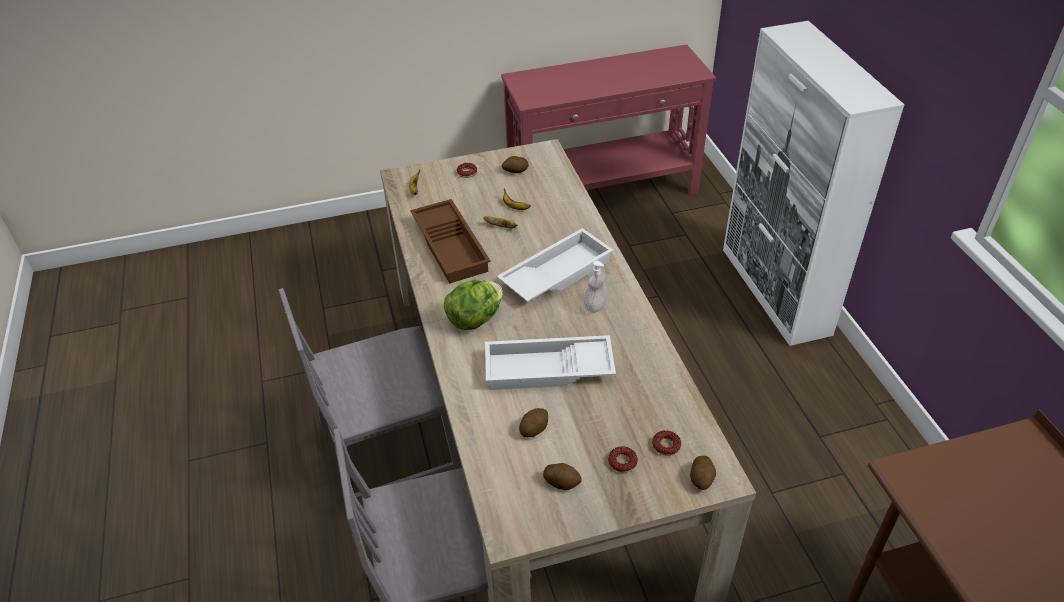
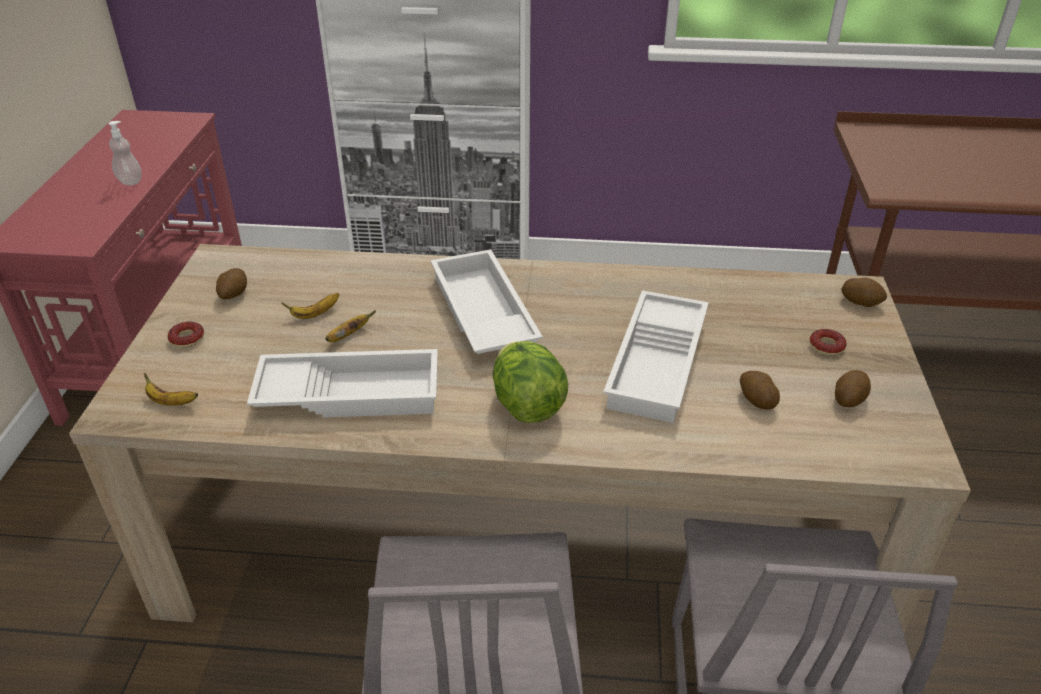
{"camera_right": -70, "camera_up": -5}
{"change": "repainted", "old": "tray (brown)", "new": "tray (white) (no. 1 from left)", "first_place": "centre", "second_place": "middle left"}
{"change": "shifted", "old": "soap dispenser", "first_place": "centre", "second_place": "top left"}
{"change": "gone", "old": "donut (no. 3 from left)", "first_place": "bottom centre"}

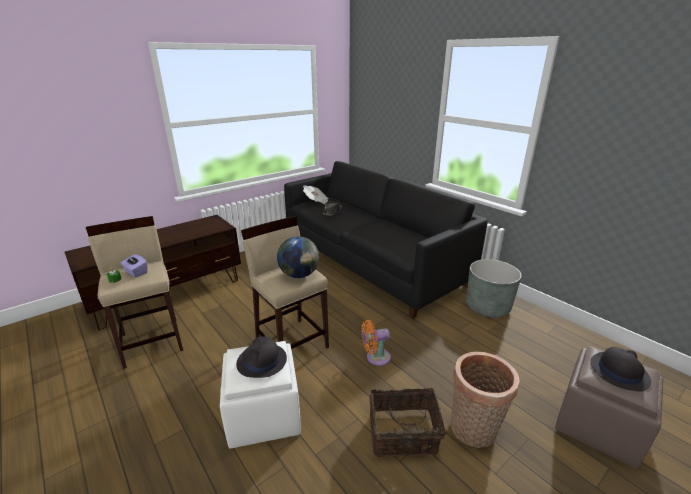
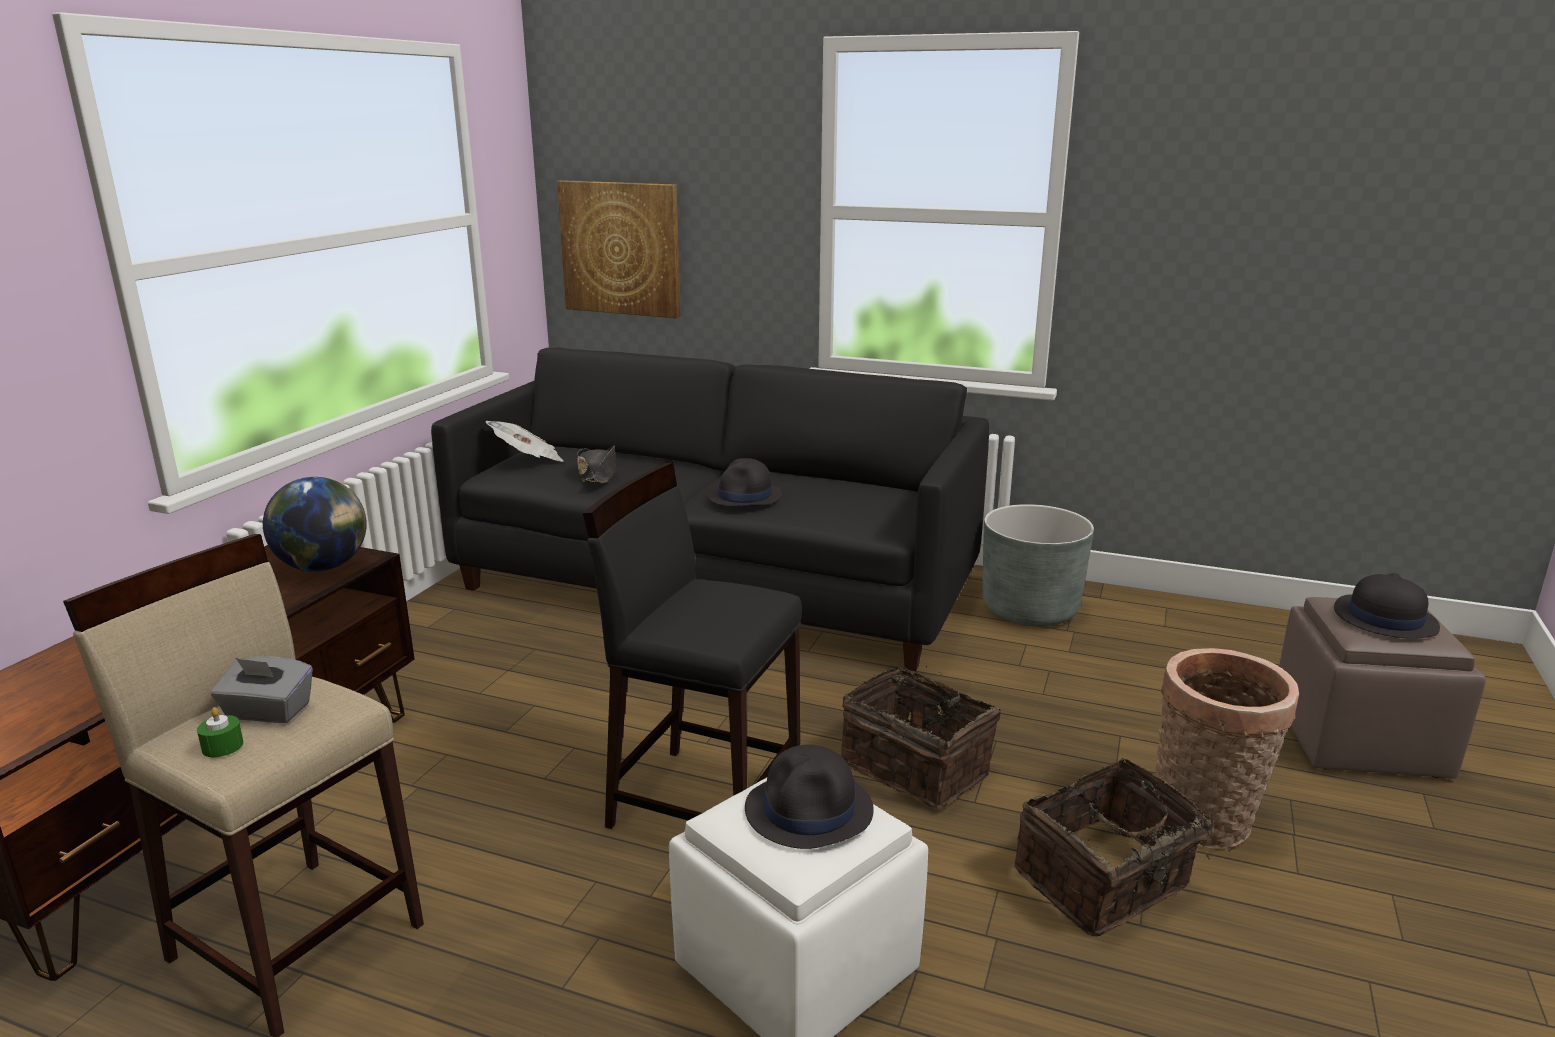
{"camera_right": -30, "camera_up": -5}
{"change": "repainted", "old": "tissue box (purple)", "new": "tissue box (grey)", "first_place": "middle left", "second_place": "middle left"}
{"change": "repainted", "old": "stool (beige) (no. 2 from left)", "new": "stool (black)", "first_place": "centre", "second_place": "centre"}
{"change": "shifted", "old": "globe", "first_place": "centre", "second_place": "middle left"}
{"change": "swapped", "old": "fan (orange)", "new": "basket (no. 1 from left)", "first_place": "bottom centre", "second_place": "bottom centre"}
{"change": "new", "new": "picture", "second_place": "top centre"}
{"change": "new", "new": "hat (black) (no. 2 from left)", "second_place": "centre"}

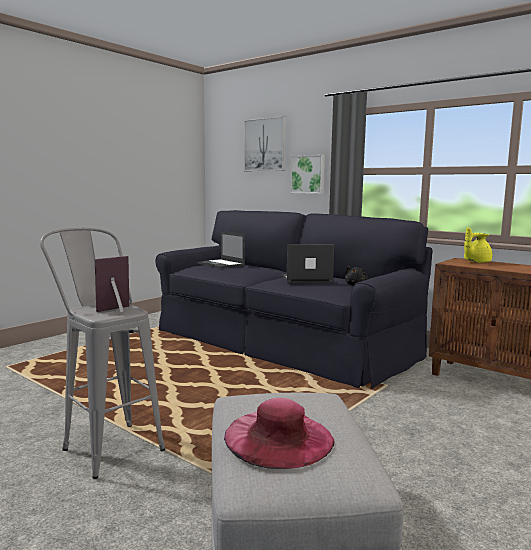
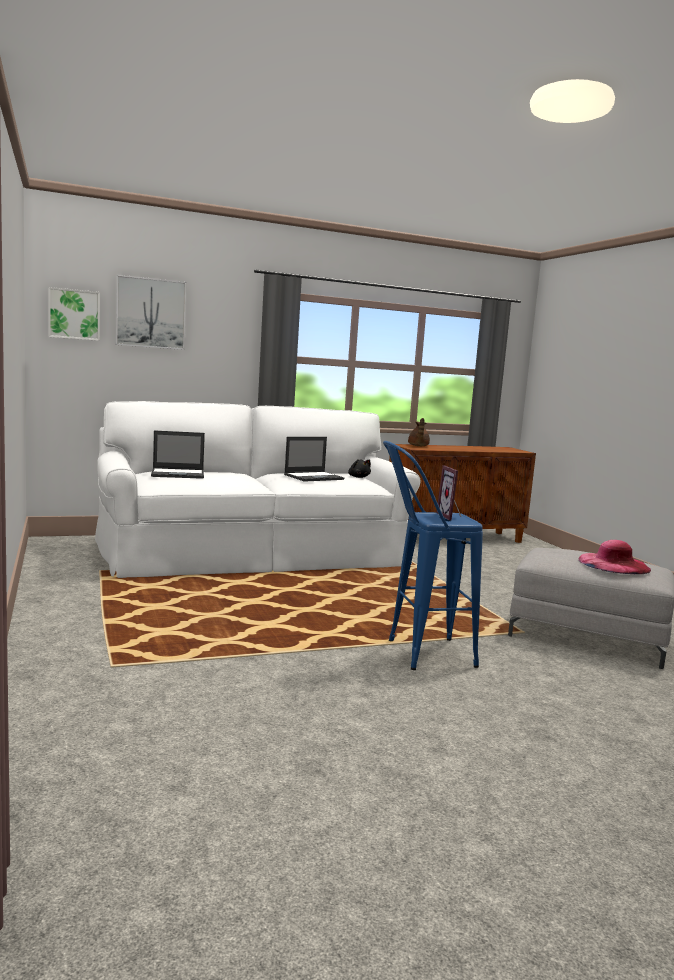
{"camera_right": -60, "camera_up": 0}
{"change": "repainted", "old": "stool (grey)", "new": "stool (blue)", "first_place": "middle left", "second_place": "centre"}
{"change": "repainted", "old": "sofa (black)", "new": "sofa (white)", "first_place": "centre", "second_place": "centre"}
{"change": "rotated", "old": "laptop (no. 2 from left)", "first_place": "centre", "second_place": "centre", "degrees": -150}
{"change": "shifted", "old": "picture (no. 2 from left in the first image)", "new": "picture (no. 1 from left)", "first_place": "top centre", "second_place": "top left"}
{"change": "repainted", "old": "teapot (yellow)", "new": "teapot (brown)", "first_place": "middle right", "second_place": "centre"}

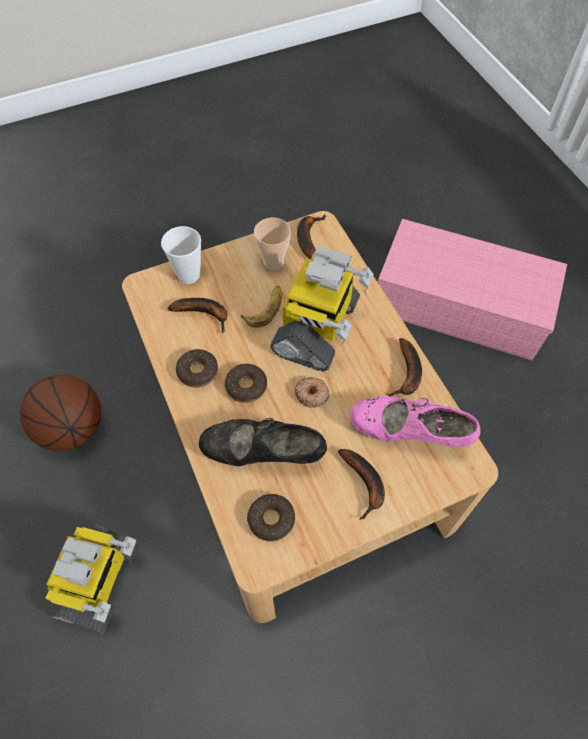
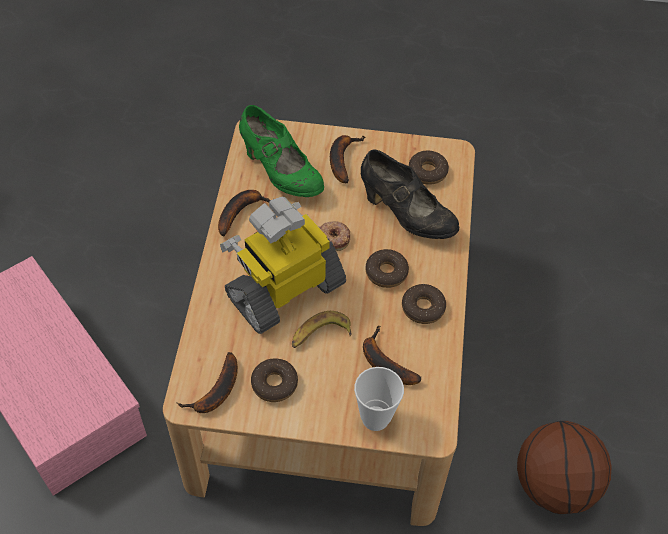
{"camera_right": -150, "camera_up": -5}
{"change": "gone", "old": "toy robot (no. 1 from left)", "first_place": "bottom left"}
{"change": "swapped", "old": "cup (no. 2 from left)", "new": "donut (no. 1 from left)", "first_place": "top centre", "second_place": "bottom centre"}
{"change": "repainted", "old": "shoe (pink)", "new": "shoe (green)", "first_place": "middle right", "second_place": "top centre"}

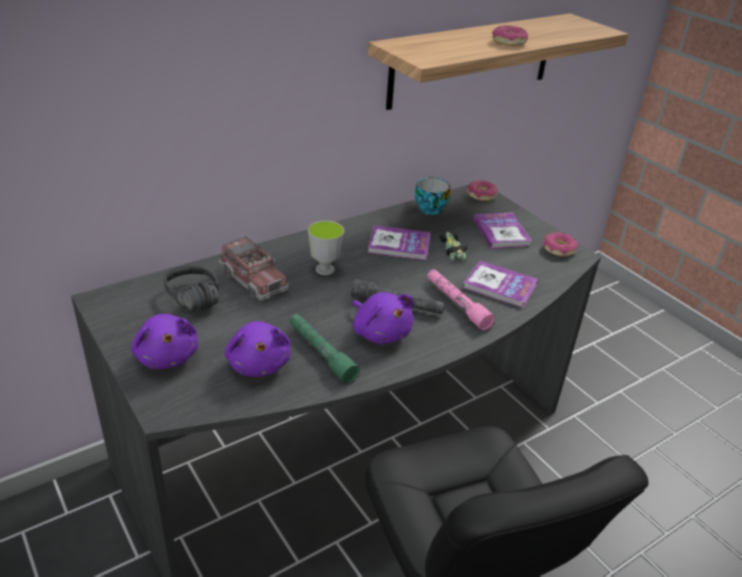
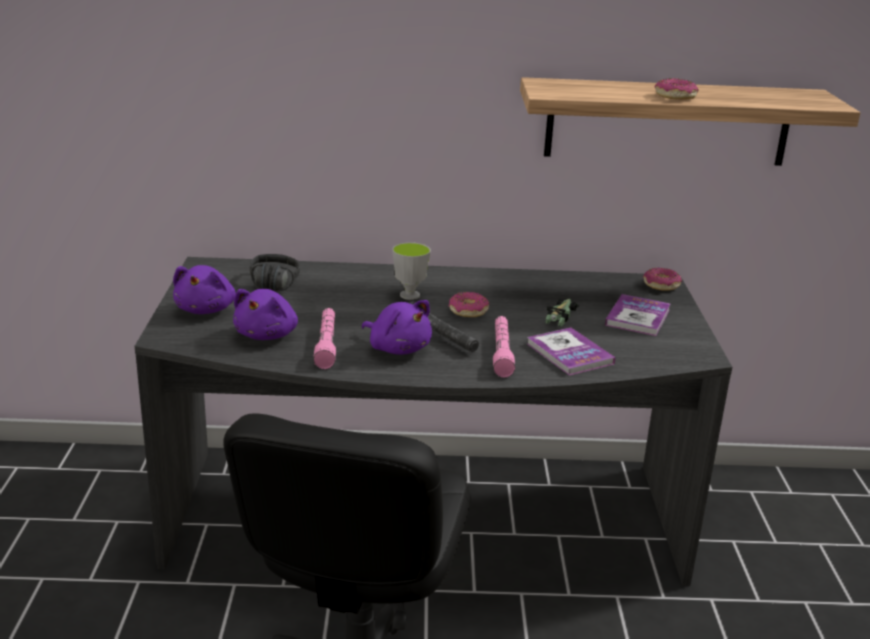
{"camera_right": 35, "camera_up": -10}
{"change": "gone", "old": "toy truck", "first_place": "centre"}
{"change": "repainted", "old": "flashlight (green)", "new": "flashlight (pink) (no. 1 from left)", "first_place": "centre", "second_place": "centre"}
{"change": "rotated", "old": "plush toy (purple) (no. 3 from left)", "first_place": "centre", "second_place": "centre", "degrees": -45}
{"change": "gone", "old": "book (no. 1 from left)", "first_place": "centre"}
{"change": "gone", "old": "cup (no. 2 from left)", "first_place": "centre"}
{"change": "shifted", "old": "donut (no. 3 from left in the first image)", "new": "donut (no. 1 from left)", "first_place": "middle right", "second_place": "centre"}

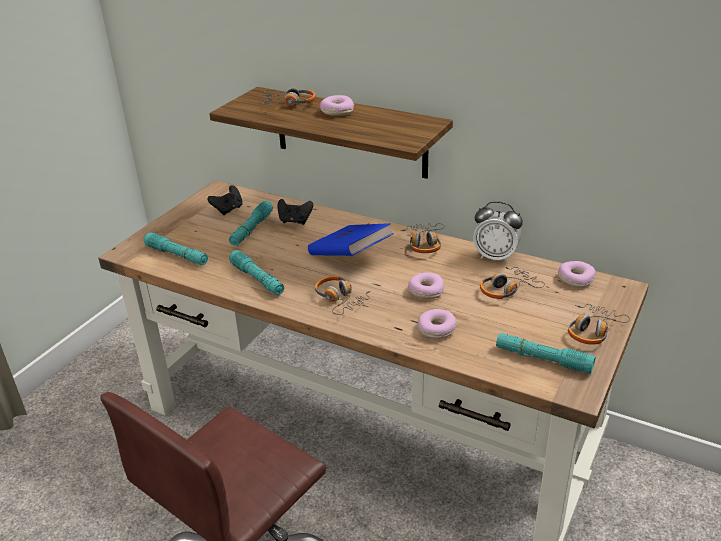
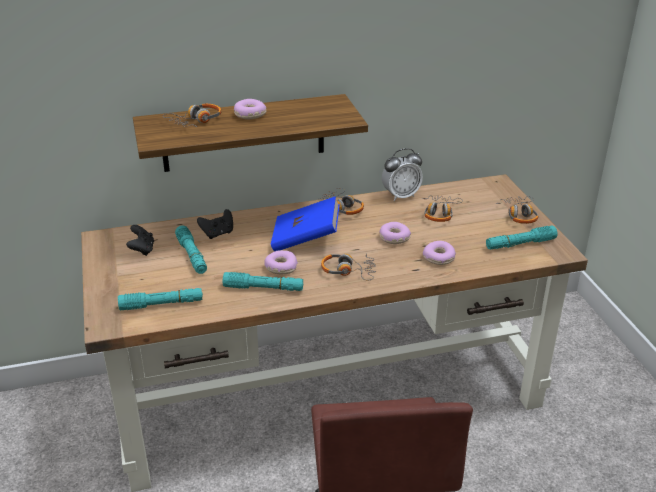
{"camera_right": -45, "camera_up": 0}
{"change": "shifted", "old": "donut (no. 4 from left in the first image)", "new": "donut (no. 2 from left)", "first_place": "middle right", "second_place": "centre"}

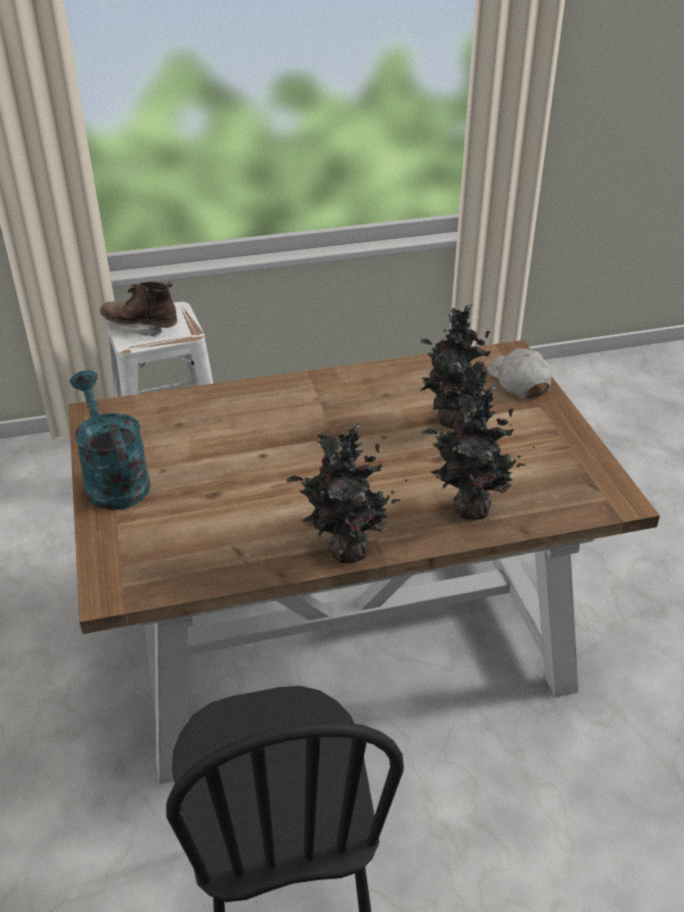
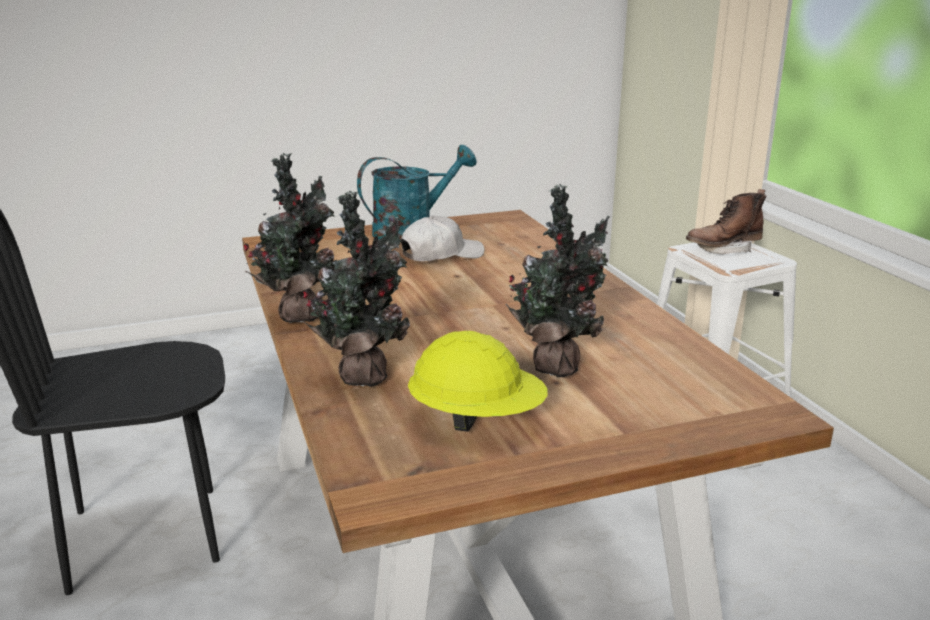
{"camera_right": 85, "camera_up": -15}
{"change": "rotated", "old": "boot (brown)", "first_place": "middle left", "second_place": "middle right", "degrees": -120}
{"change": "shifted", "old": "cap (white)", "first_place": "middle right", "second_place": "centre"}
{"change": "new", "new": "hard hat (yellow)", "second_place": "centre"}

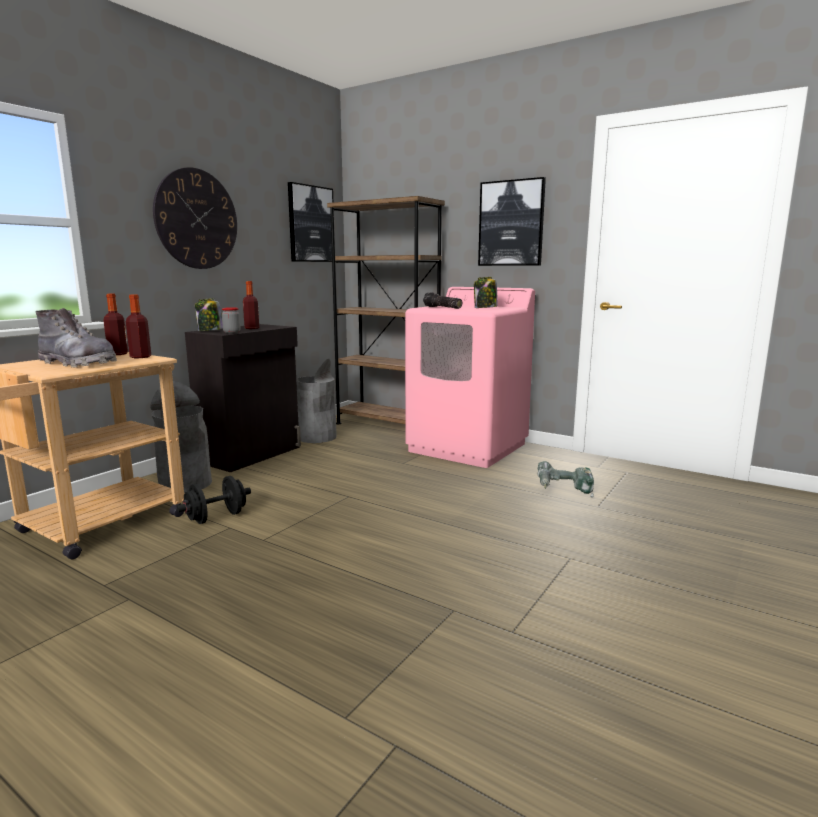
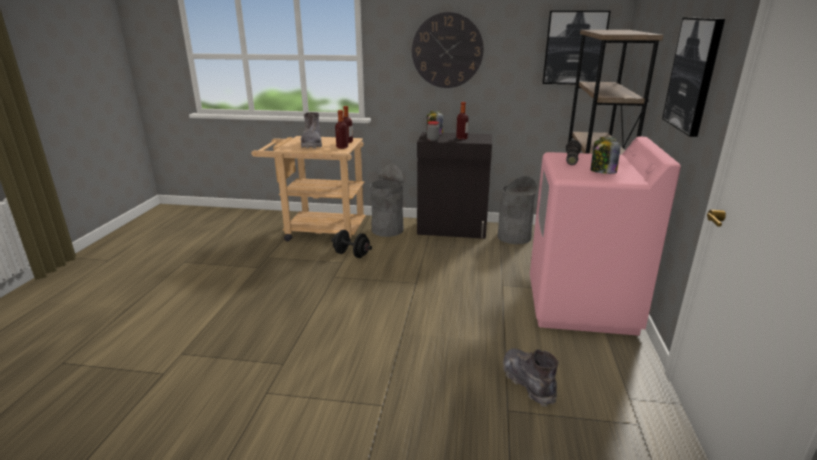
{"camera_right": 65, "camera_up": 10}
{"change": "swapped", "old": "power drill", "new": "boot (grey) (no. 2 from left)", "first_place": "middle right", "second_place": "bottom centre"}

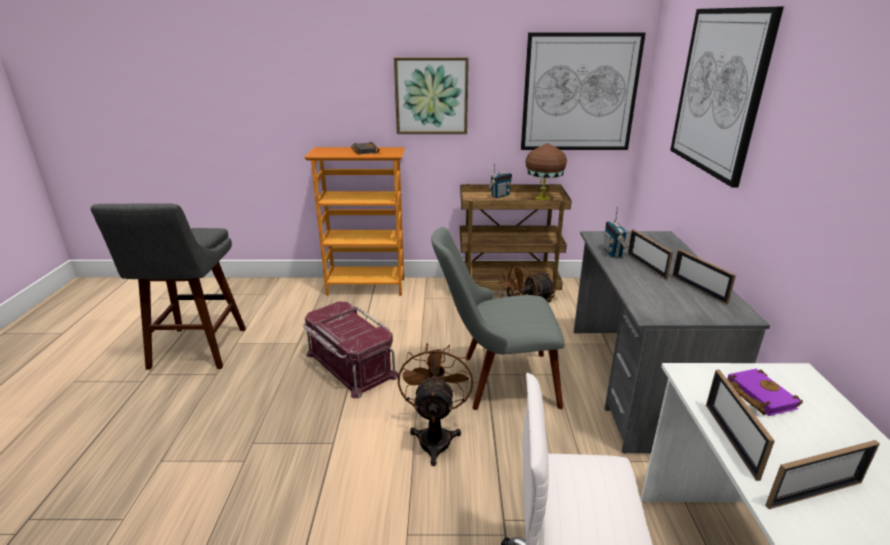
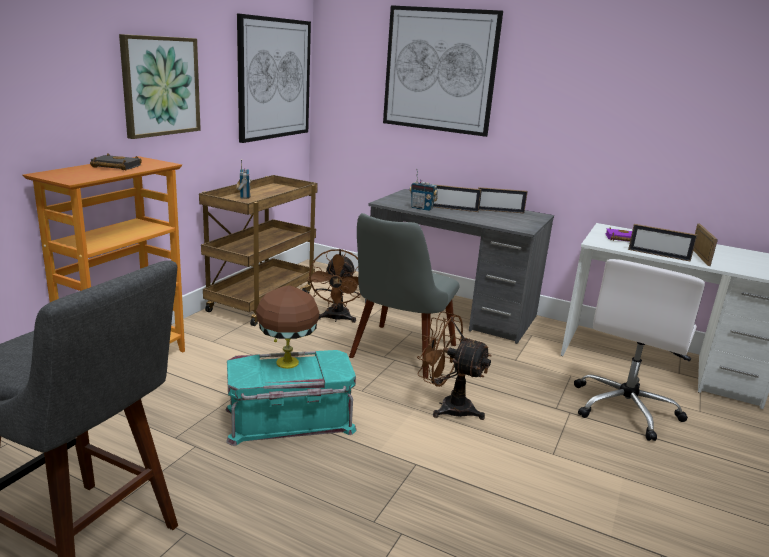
{"camera_right": -65, "camera_up": -5}
{"change": "repainted", "old": "storage box (red)", "new": "storage box (turquoise)", "first_place": "centre", "second_place": "bottom centre"}
{"change": "shifted", "old": "table lamp (brown)", "first_place": "top centre", "second_place": "centre"}

